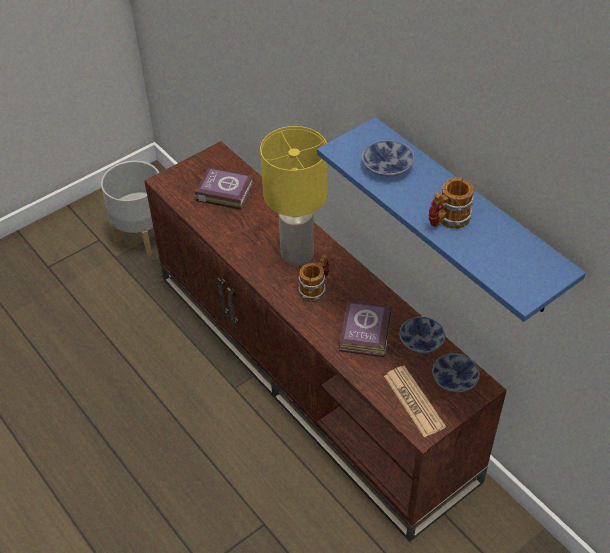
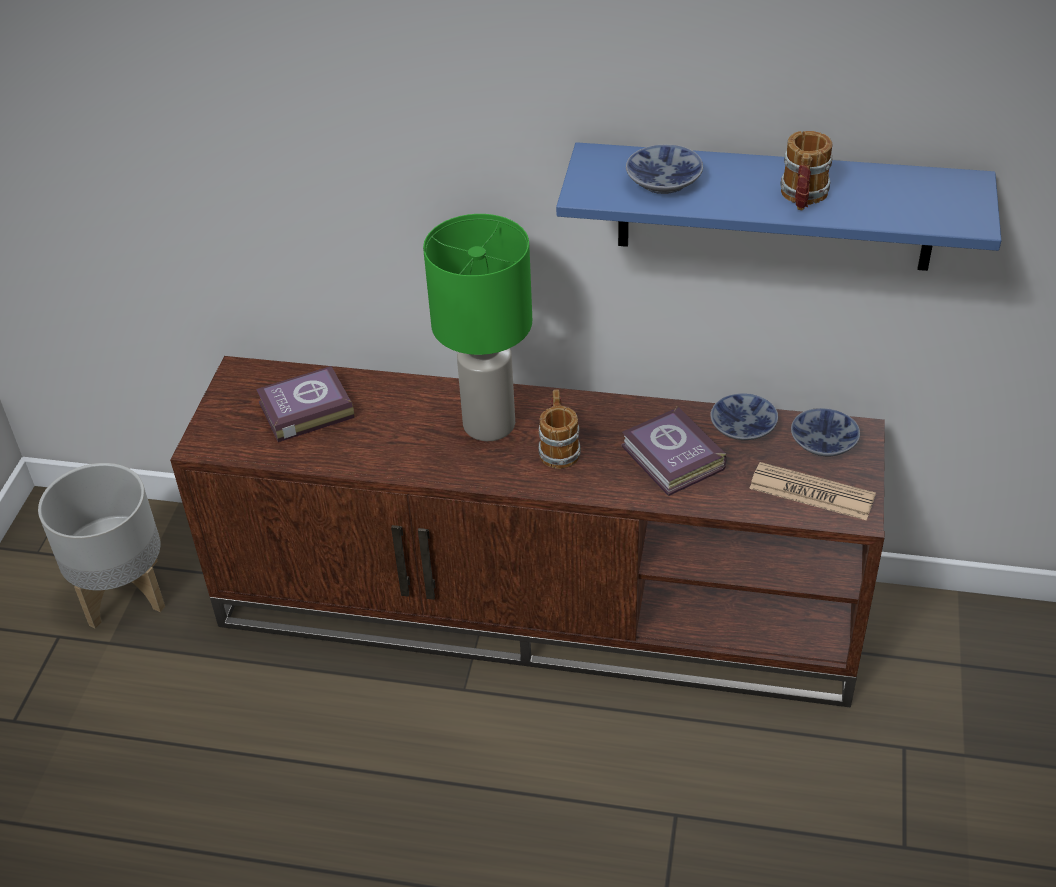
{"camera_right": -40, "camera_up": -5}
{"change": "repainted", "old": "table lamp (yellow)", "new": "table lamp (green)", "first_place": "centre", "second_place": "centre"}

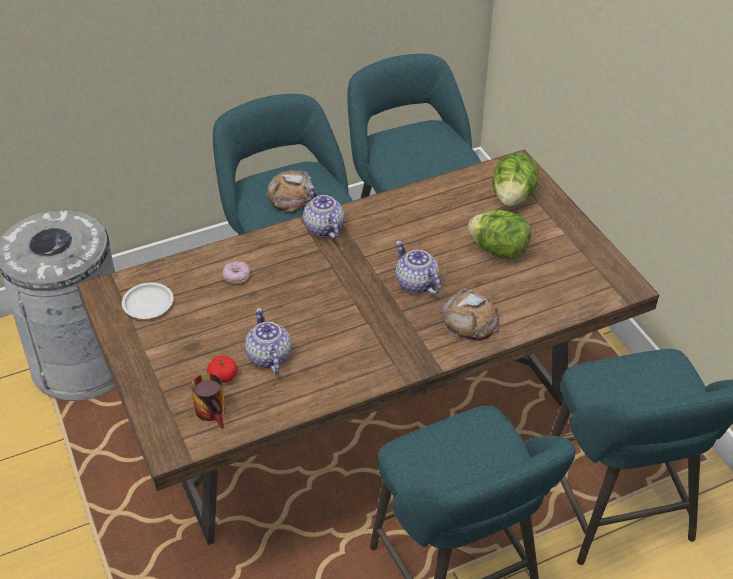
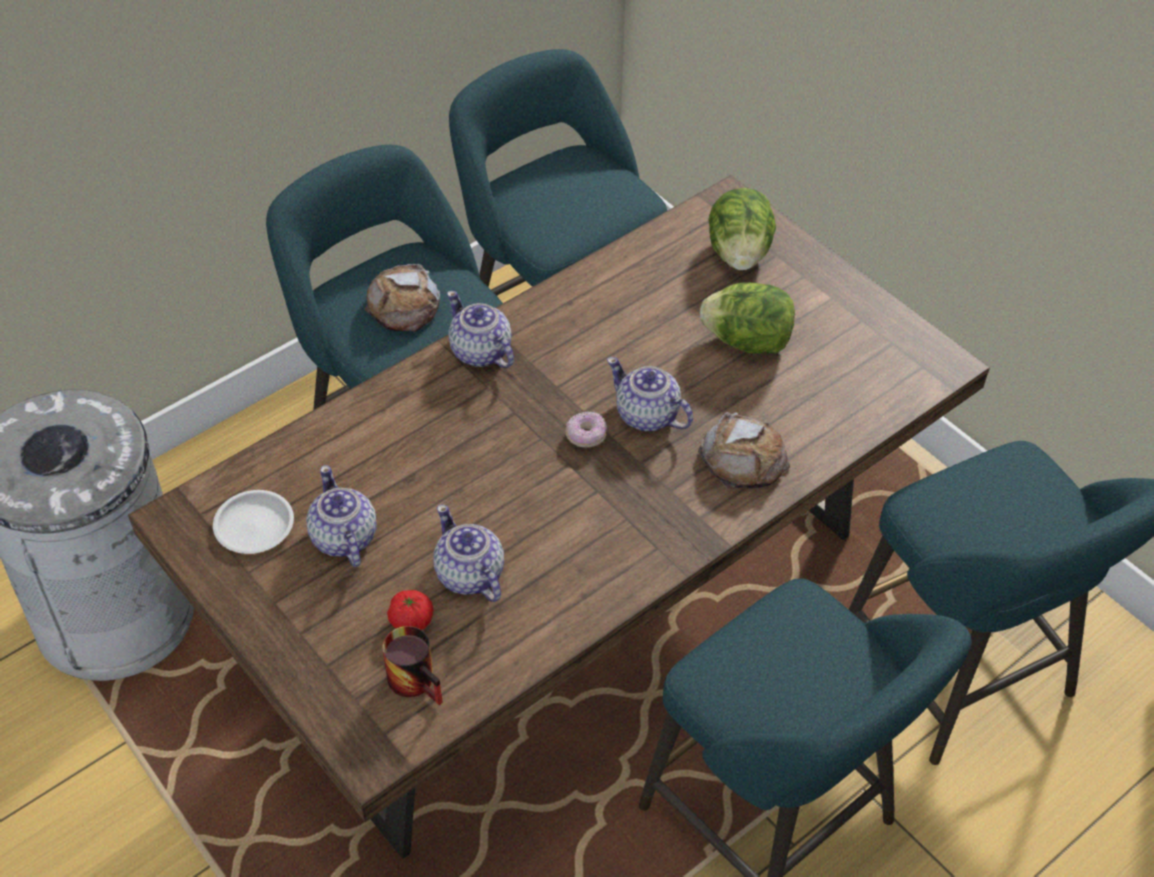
{"camera_right": -15, "camera_up": 5}
{"change": "shifted", "old": "donut", "first_place": "middle left", "second_place": "centre"}
{"change": "new", "new": "teapot (no. 1 from left)", "second_place": "middle left"}

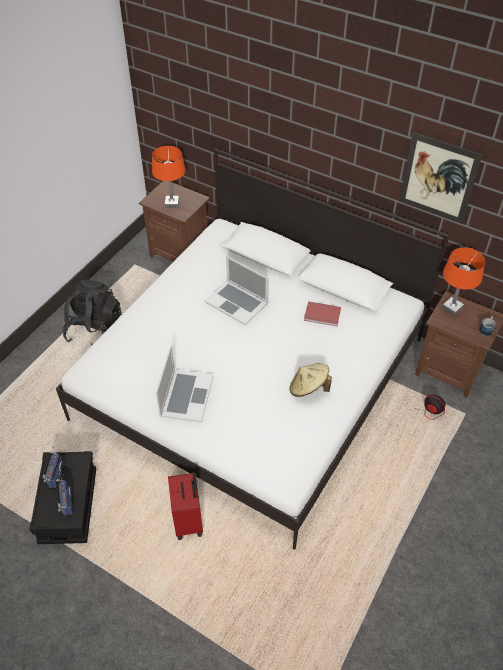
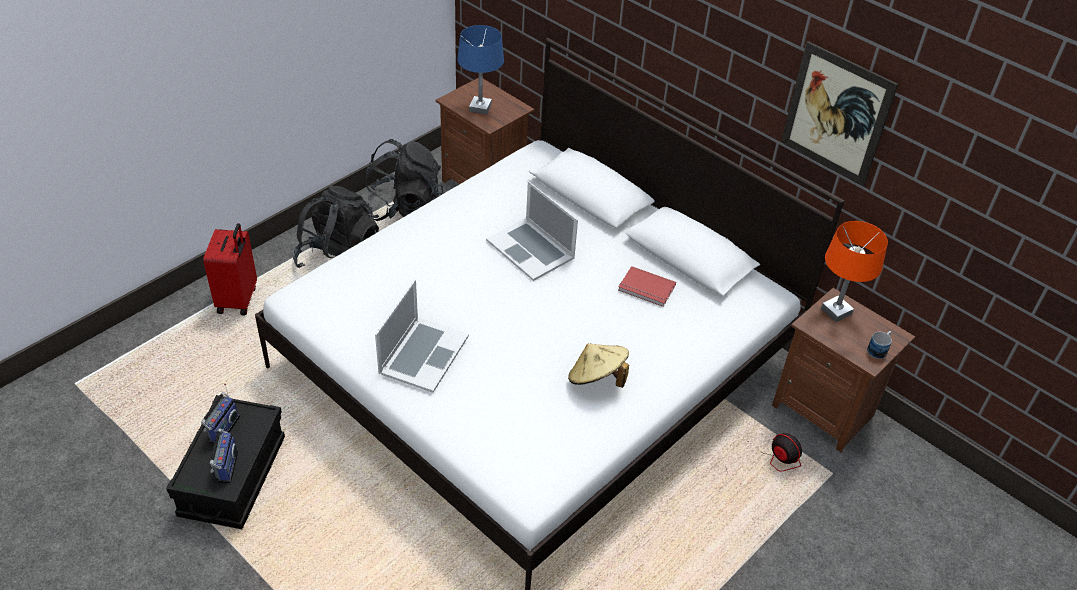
{"camera_right": 10, "camera_up": -5}
{"change": "repainted", "old": "table lamp (orange) (no. 1 from left)", "new": "table lamp (blue)", "first_place": "top centre", "second_place": "top centre"}
{"change": "shifted", "old": "suitcase (red)", "first_place": "bottom centre", "second_place": "middle left"}
{"change": "new", "new": "backpack (black) (no. 2 from left)", "second_place": "top centre"}

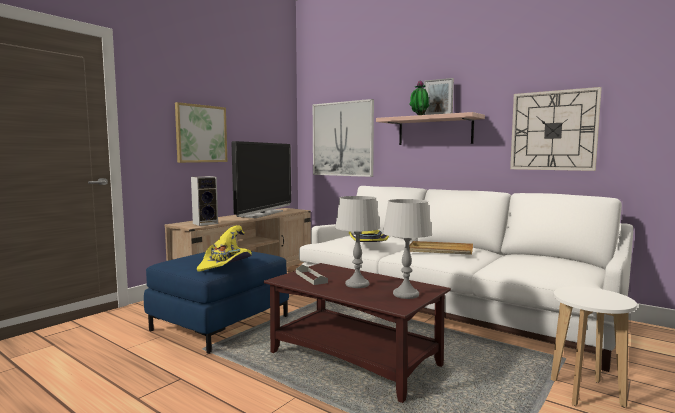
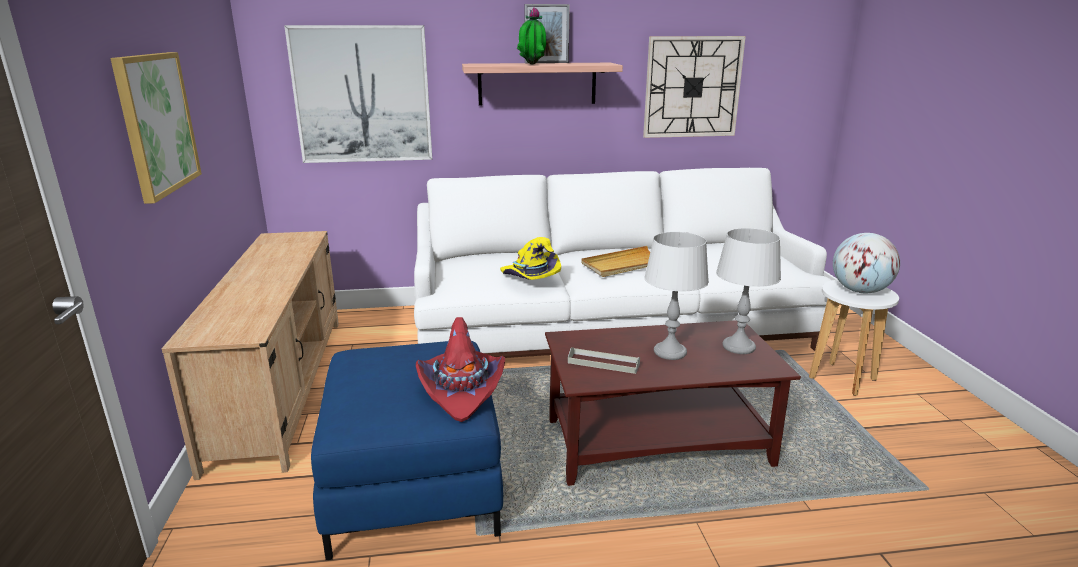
{"camera_right": -45, "camera_up": 15}
{"change": "gone", "old": "speaker", "first_place": "middle left"}
{"change": "repainted", "old": "hat (yellow) (no. 1 from left)", "new": "hat (red)", "first_place": "middle left", "second_place": "centre"}
{"change": "gone", "old": "television", "first_place": "centre"}
{"change": "new", "new": "globe", "second_place": "middle right"}

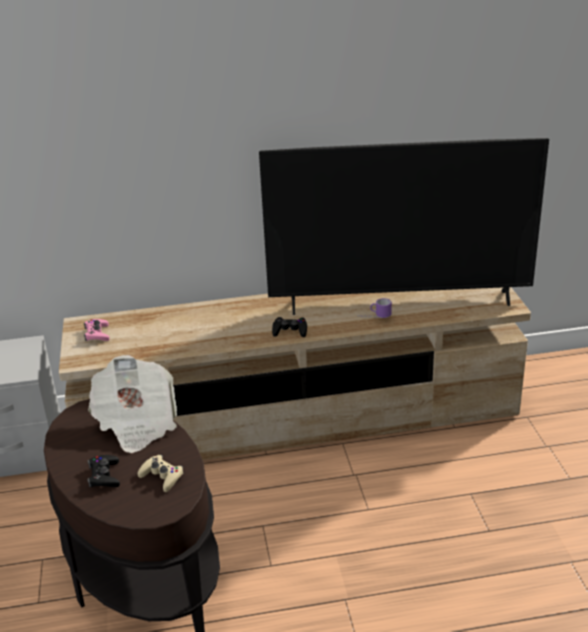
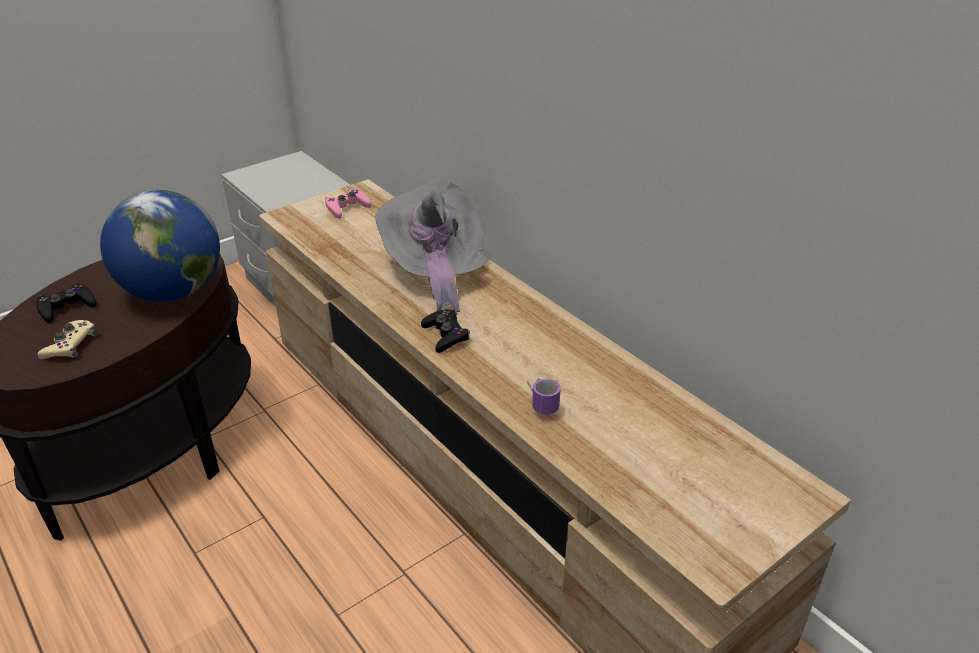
{"camera_right": 60, "camera_up": 5}
{"change": "swapped", "old": "newspaper", "new": "globe", "first_place": "middle left", "second_place": "middle left"}
{"change": "gone", "old": "television", "first_place": "middle right"}
{"change": "new", "new": "hat (grey)", "second_place": "centre"}

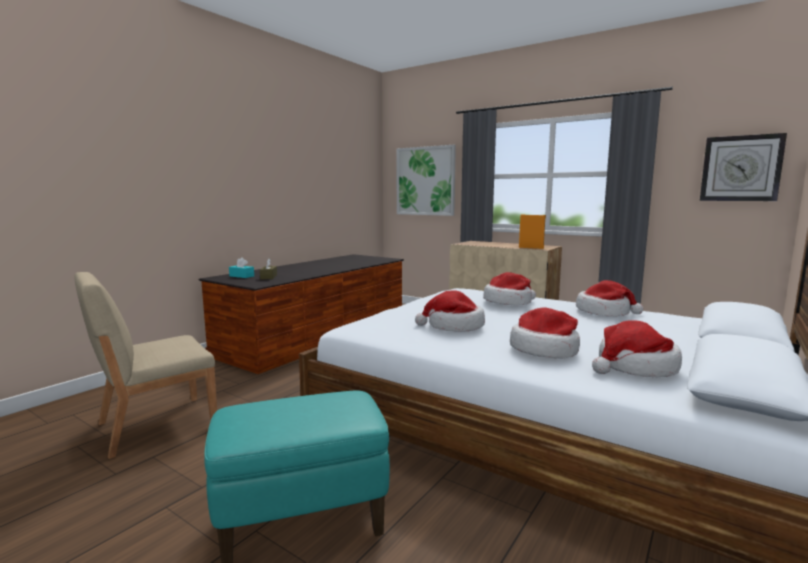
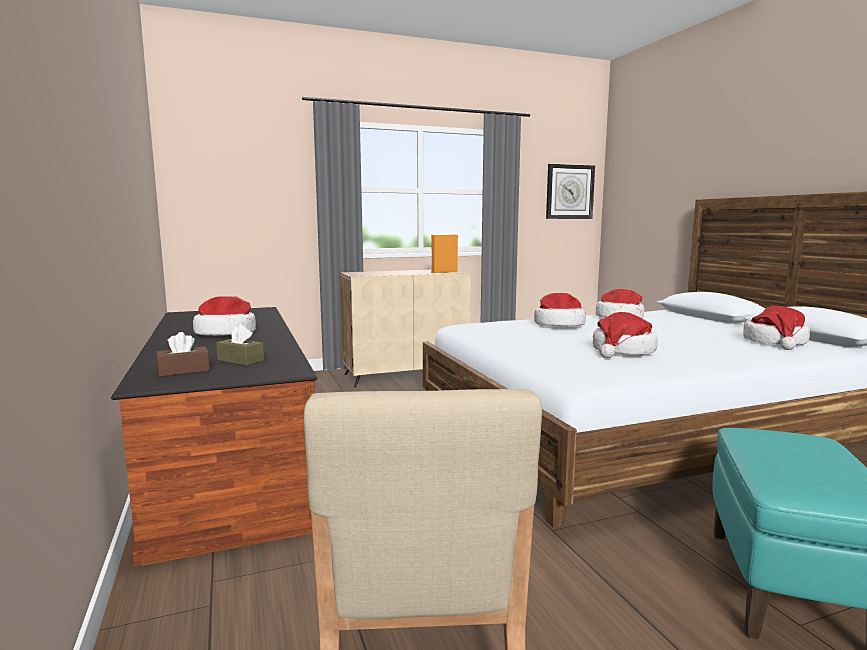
{"camera_right": -55, "camera_up": 0}
{"change": "repainted", "old": "tissue box (turquoise)", "new": "tissue box (brown) (no. 1 from left)", "first_place": "middle left", "second_place": "middle left"}
{"change": "gone", "old": "picture", "first_place": "top centre"}
{"change": "shifted", "old": "hat (no. 3 from left in the first image)", "new": "hat (no. 1 from left)", "first_place": "middle right", "second_place": "middle left"}

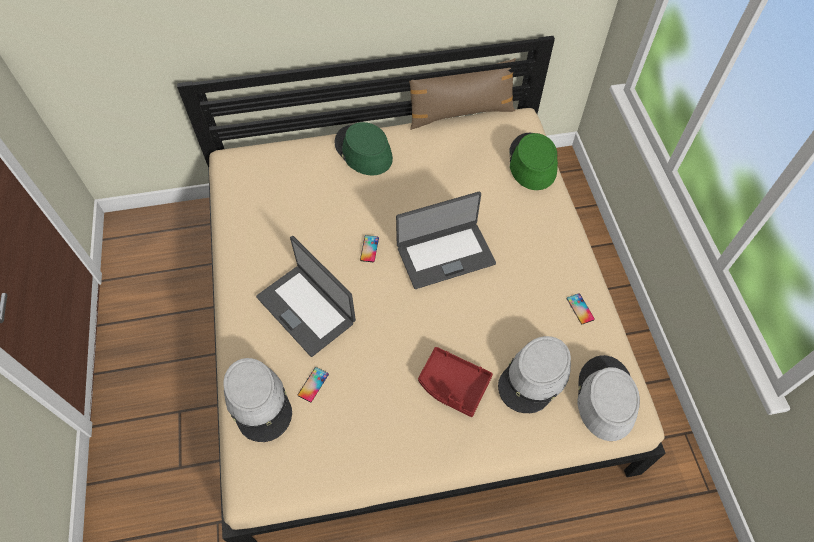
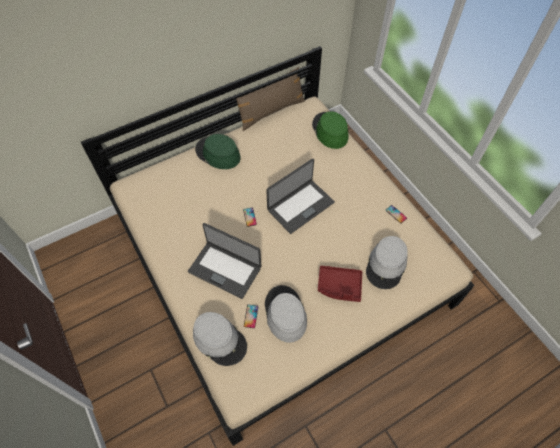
{"camera_right": -20, "camera_up": 0}
{"change": "shifted", "old": "hat (grey) (no. 3 from left in the first image)", "new": "hat (grey) (no. 2 from left)", "first_place": "bottom right", "second_place": "bottom centre"}

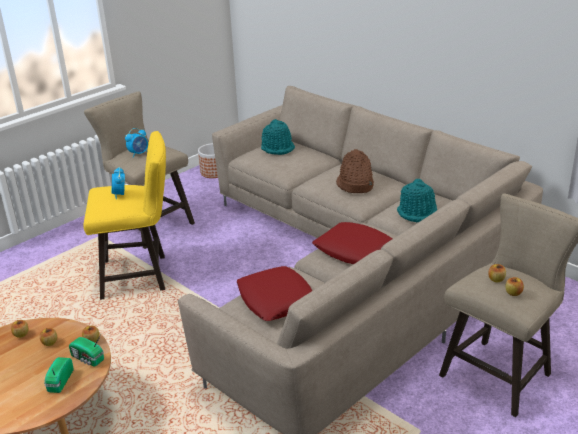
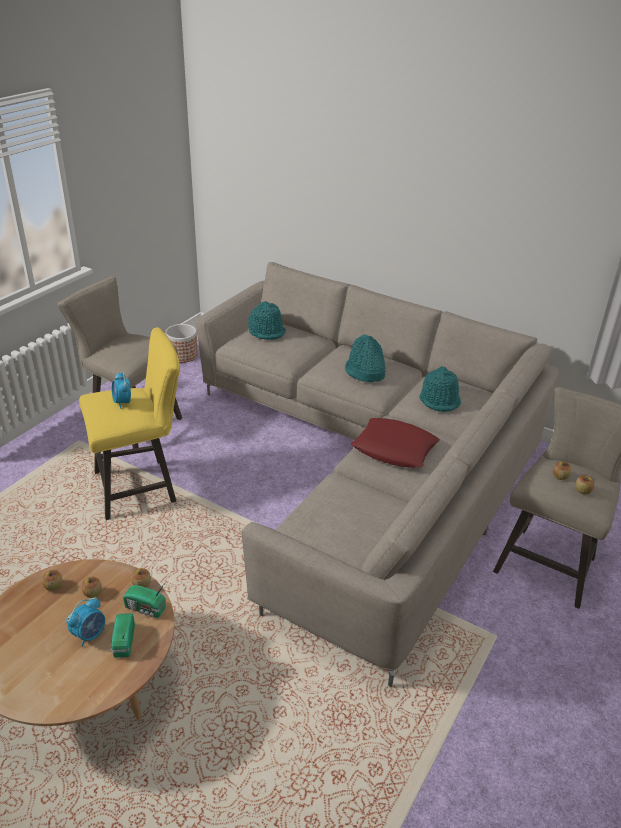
{"camera_right": -15, "camera_up": 5}
{"change": "shifted", "old": "alarm clock (no. 2 from left in the first image)", "new": "alarm clock (no. 1 from left)", "first_place": "top left", "second_place": "bottom left"}
{"change": "gone", "old": "pillow (red) (no. 1 from left)", "first_place": "bottom centre"}
{"change": "repainted", "old": "hat (brown)", "new": "hat (turquoise) (no. 2 from left)", "first_place": "centre", "second_place": "centre"}

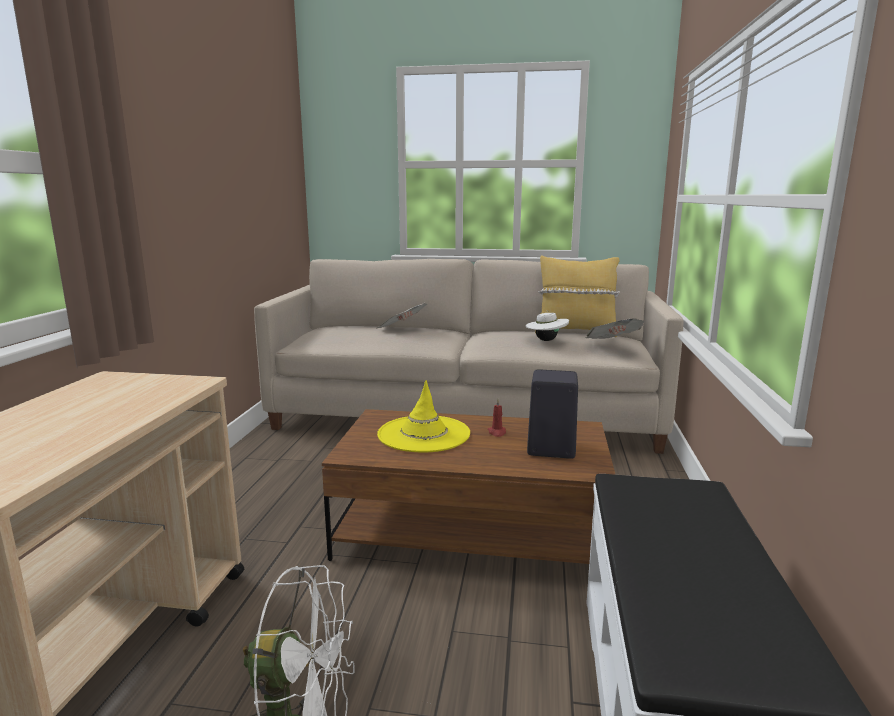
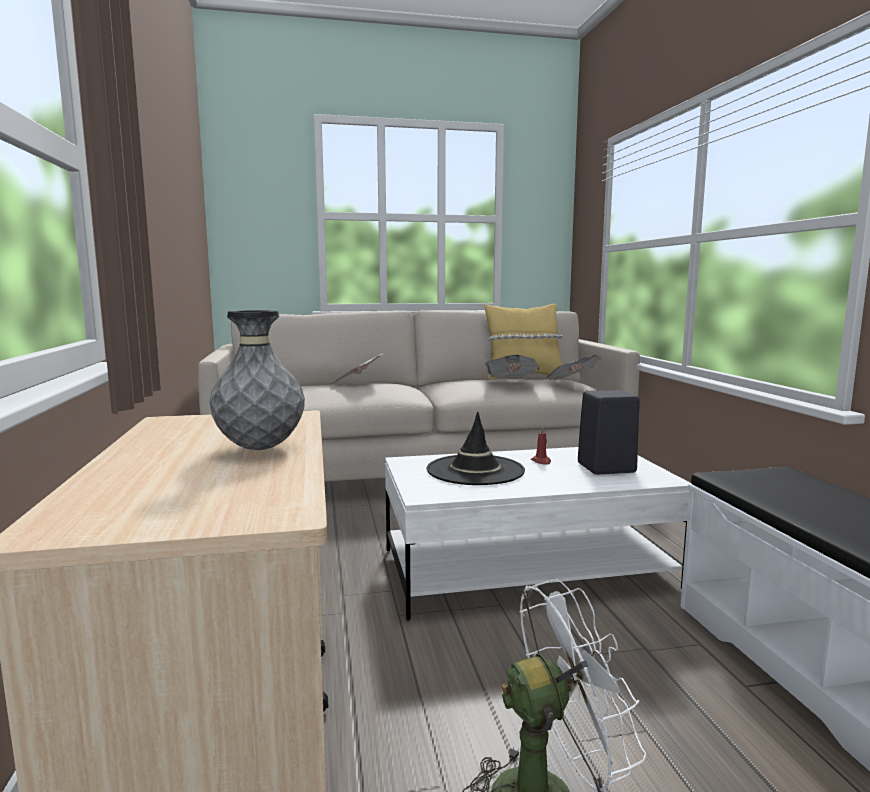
{"camera_right": -20, "camera_up": -5}
{"change": "repainted", "old": "coffee table (brown)", "new": "coffee table (white)", "first_place": "bottom centre", "second_place": "bottom centre"}
{"change": "repainted", "old": "hat (yellow)", "new": "hat (black)", "first_place": "centre", "second_place": "centre"}
{"change": "swapped", "old": "hat (white)", "new": "newspaper (no. 2 from left)", "first_place": "centre", "second_place": "centre"}
{"change": "new", "new": "vase (grey)", "second_place": "middle left"}

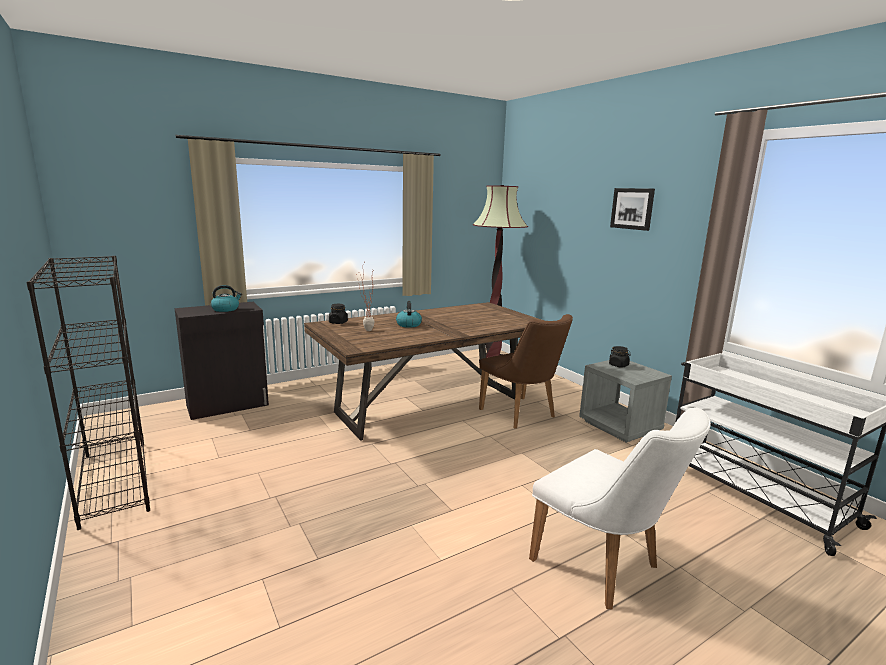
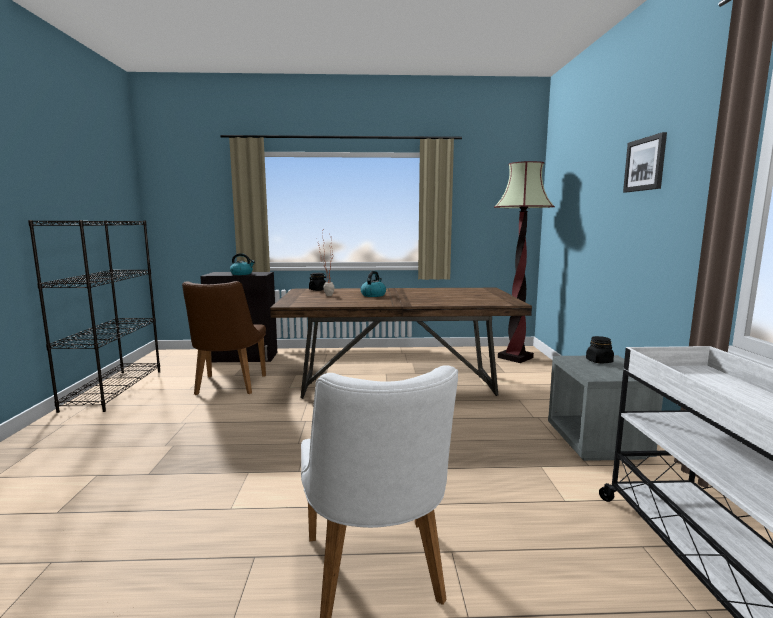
{"camera_right": 30, "camera_up": -5}
{"change": "shifted", "old": "chair (brown)", "first_place": "centre", "second_place": "middle left"}

